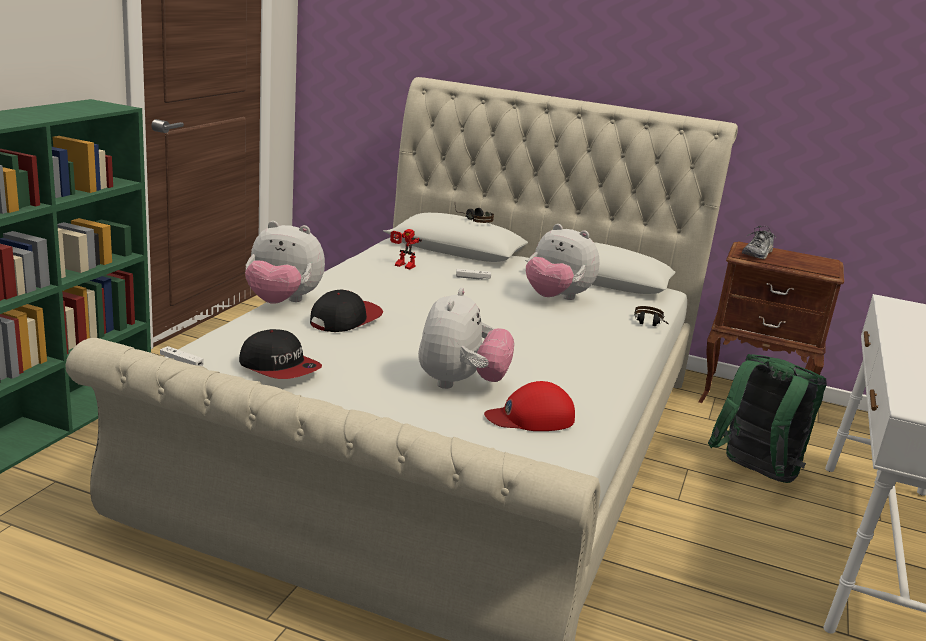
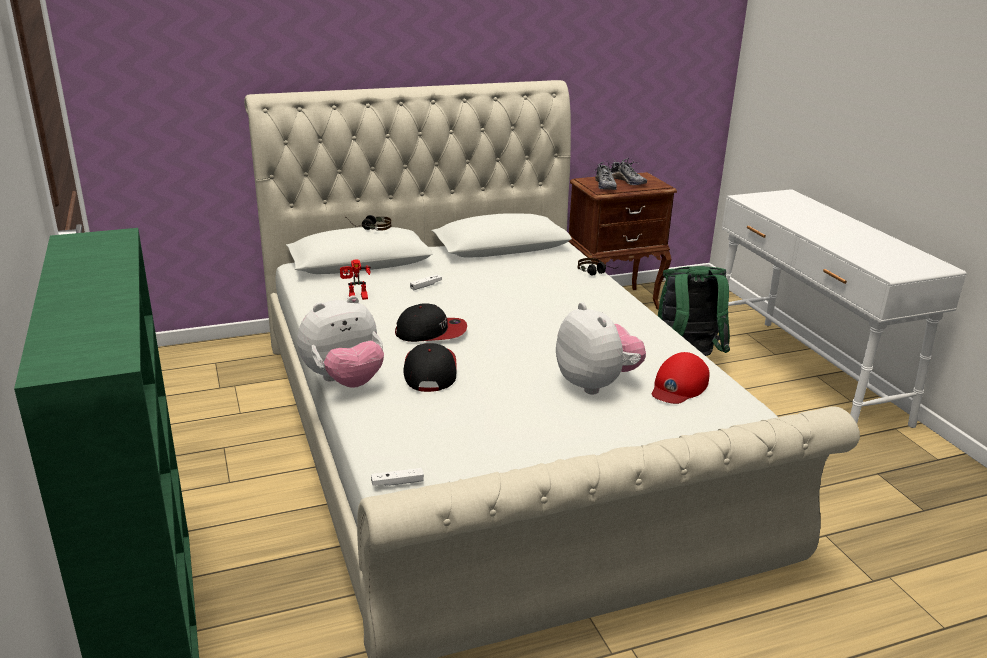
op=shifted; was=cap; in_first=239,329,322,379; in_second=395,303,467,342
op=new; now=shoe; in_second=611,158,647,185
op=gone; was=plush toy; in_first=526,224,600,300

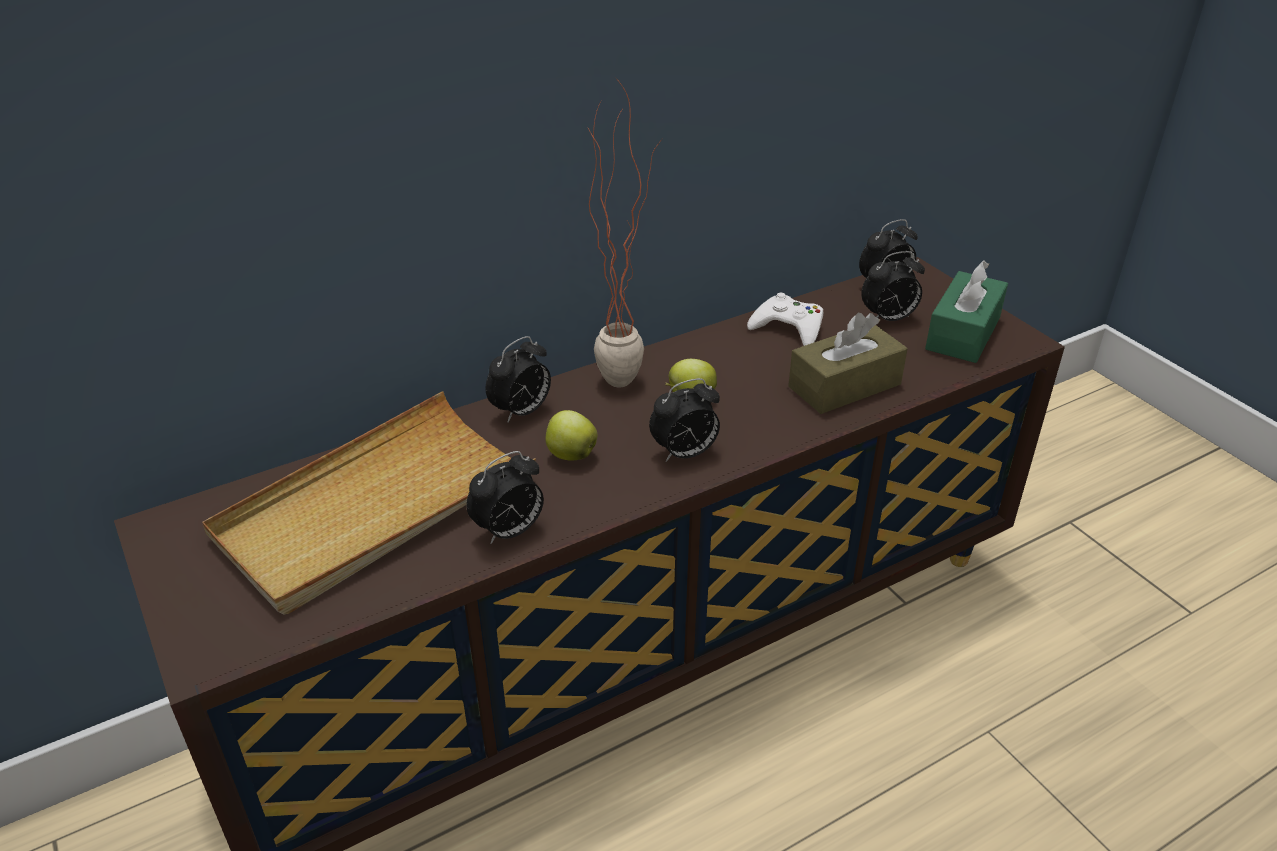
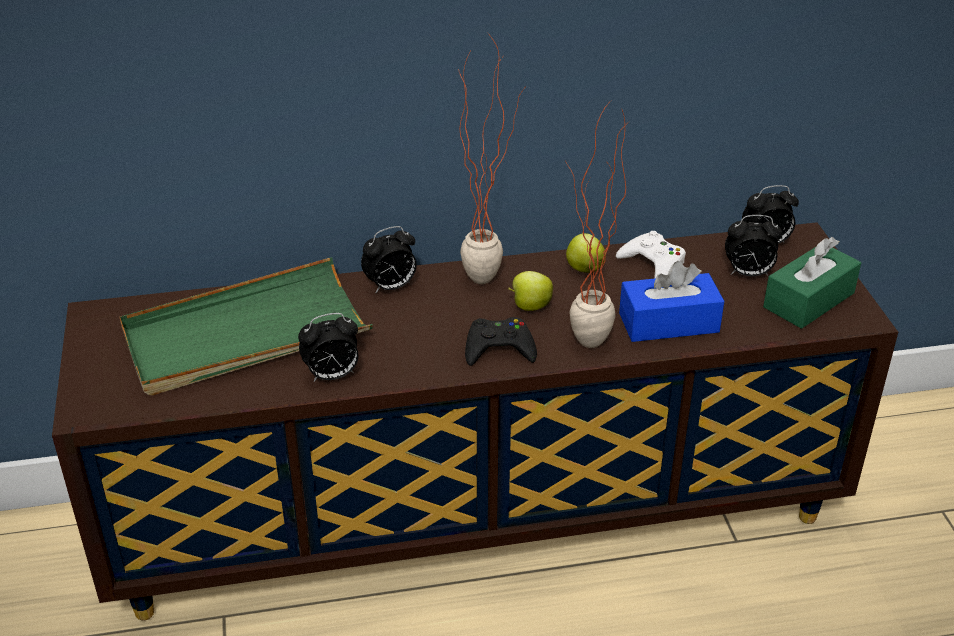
op=repainted; was=beige tray; now=green tray; in_first=202,391,536,614; in_second=119,257,373,395
op=swapped; was=alarm clock; now=black game controller; in_first=649,378,720,462; in_second=465,317,537,366
op=new; now=potted plant; in_second=565,101,630,348
op=shifted; was=apple; in_first=545,410,598,460; in_second=566,233,606,273
op=repainted; was=brown tissue box; now=blue tissue box; in_first=788,313,908,414; in_second=619,261,724,342

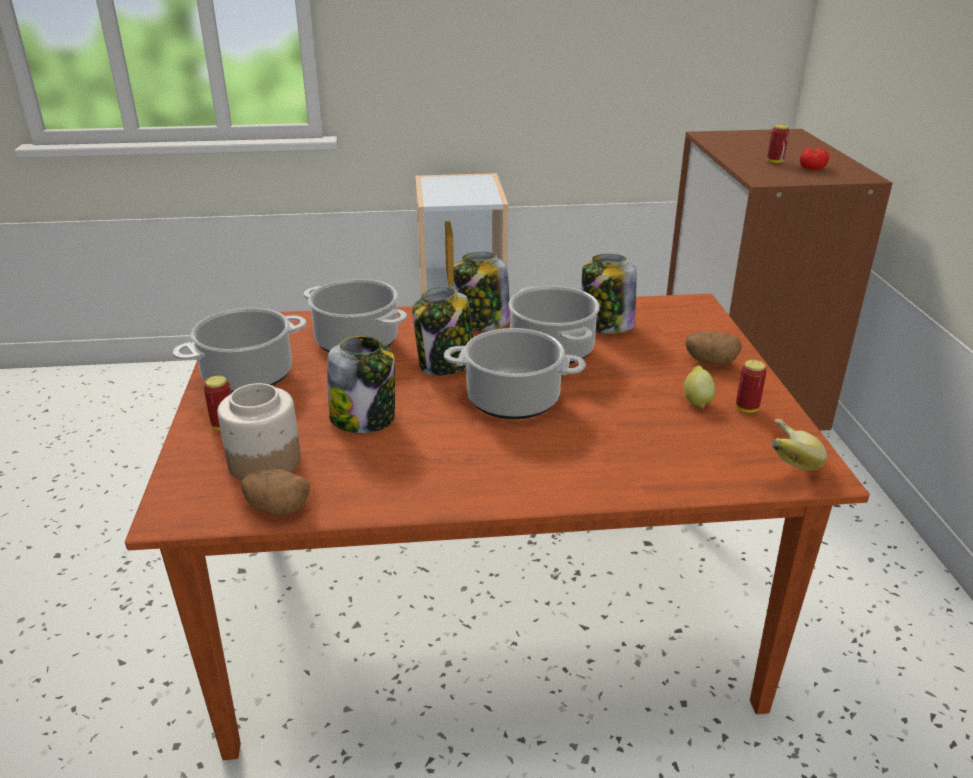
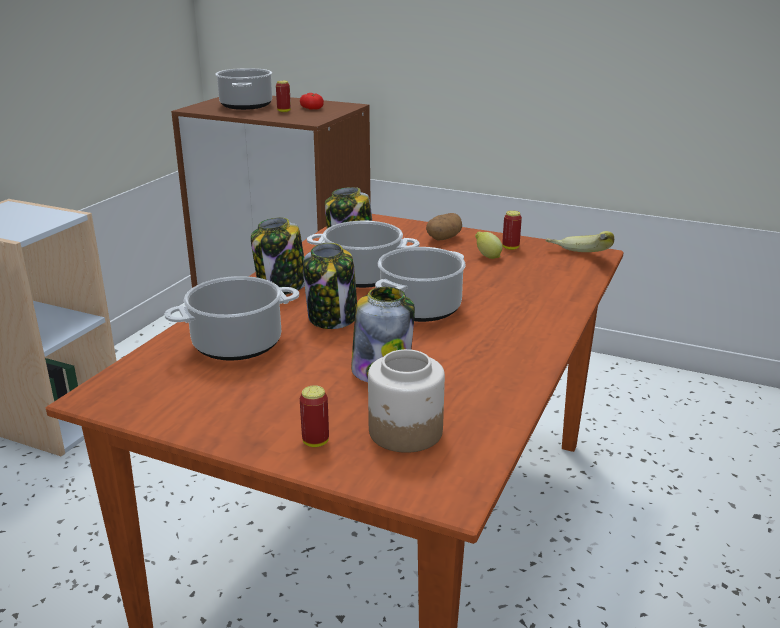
op=shifted; was=cooking pot; in_first=173,308,307,393; in_second=215,68,272,110
op=gone; was=potato; in_first=240,469,310,515

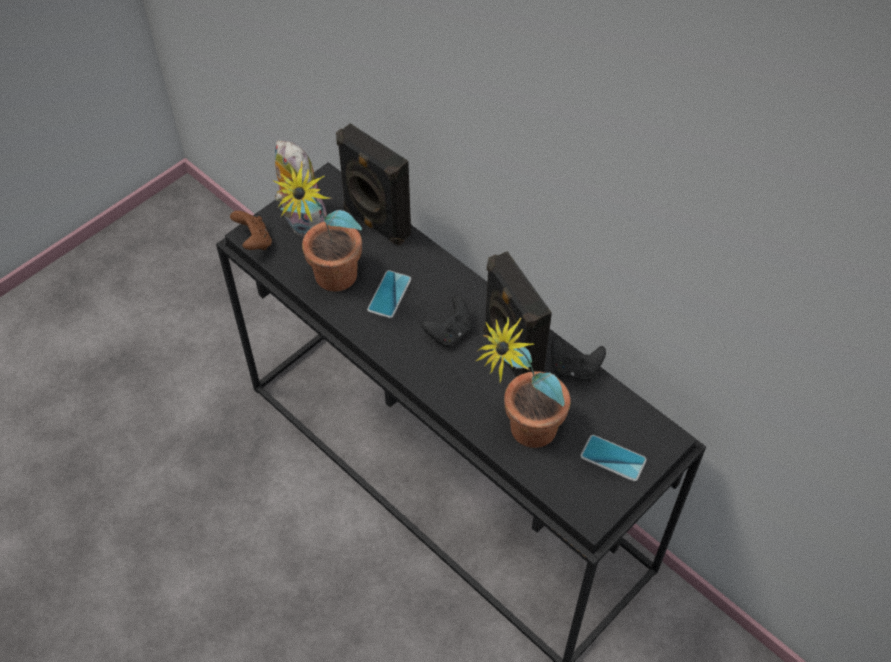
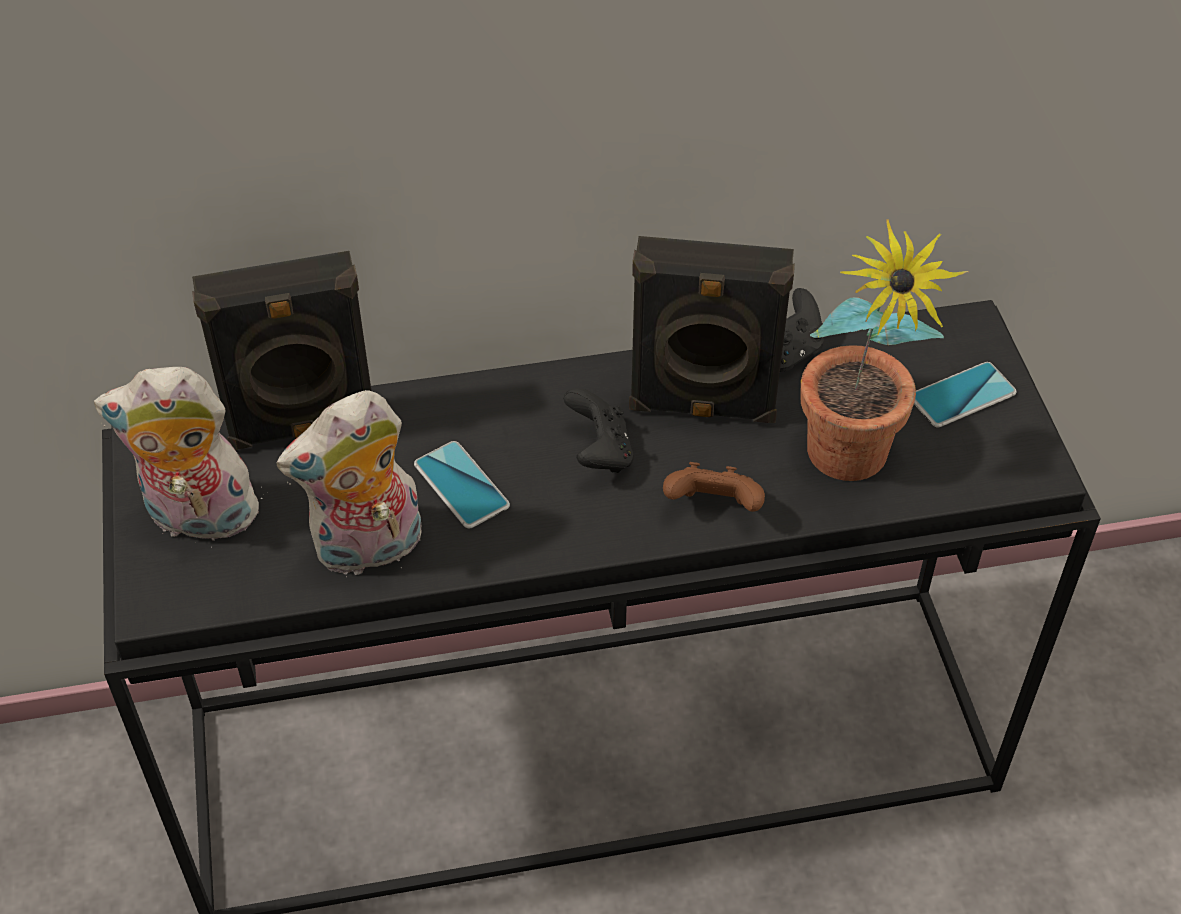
op=swapped; was=potted plant; now=plush toy; in_first=273,161,362,291; in_second=277,390,422,577
op=shifted; was=brown game controller; in_first=230,211,272,250; in_second=663,462,765,512

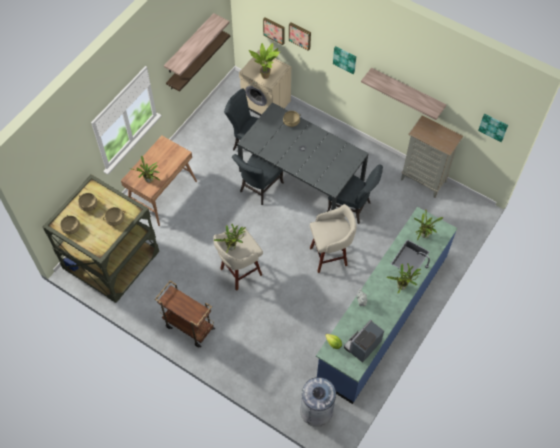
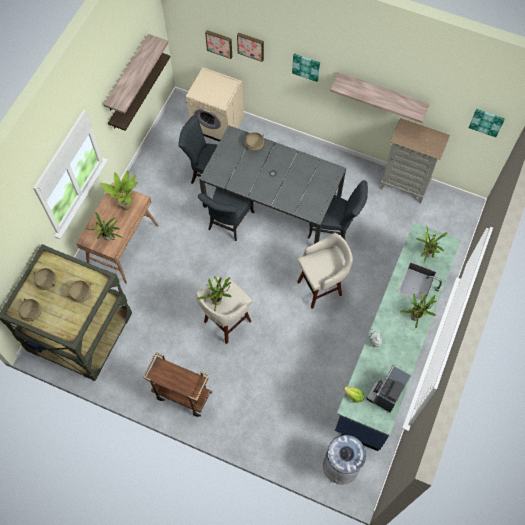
op=shifted; was=potted plant; in_first=249,43,280,79; in_second=100,170,138,210

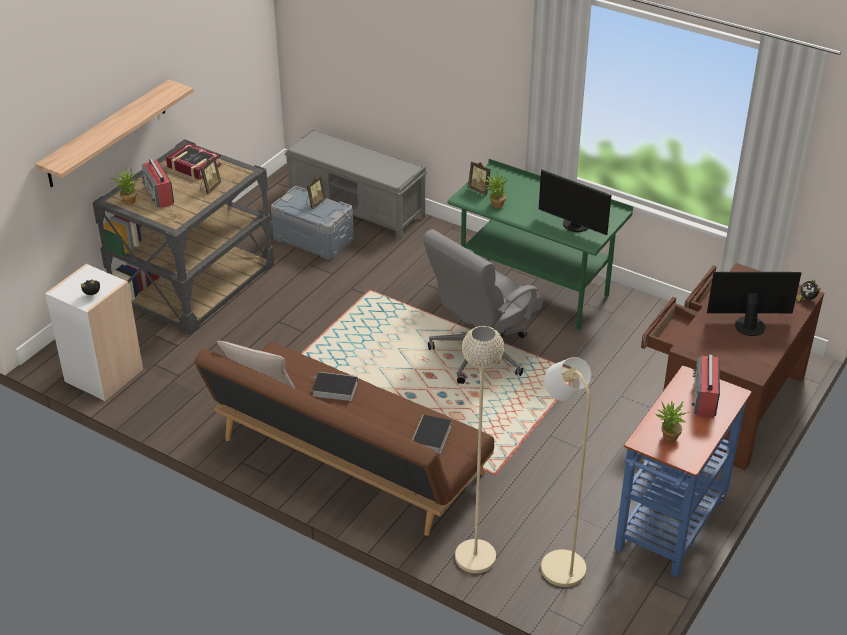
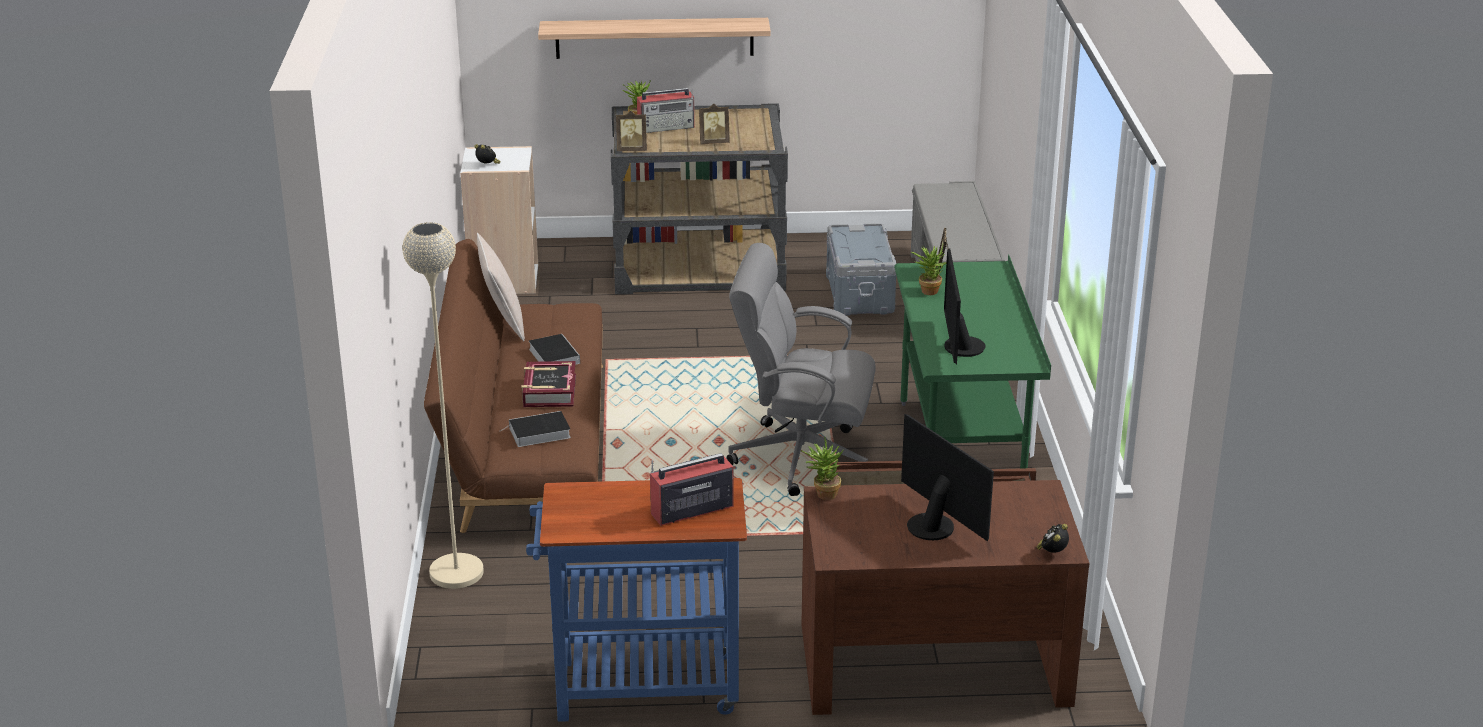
op=shifted; was=book; in_first=166,143,222,180; in_second=521,361,576,407
op=shifted; was=picture frame; in_first=306,175,326,209; in_second=616,111,647,151
op=rotated; was=radio; in_first=142,158,174,208; in_second=637,88,695,133; clockwise=-135
op=shifted; was=potted plant; in_first=655,401,690,442; in_second=801,436,844,500
op=gone; was=beige floor lamp; in_first=541,357,591,587

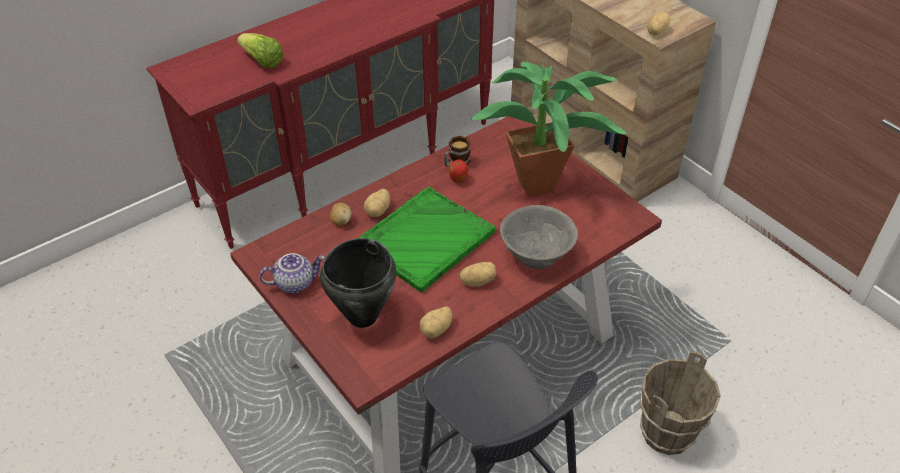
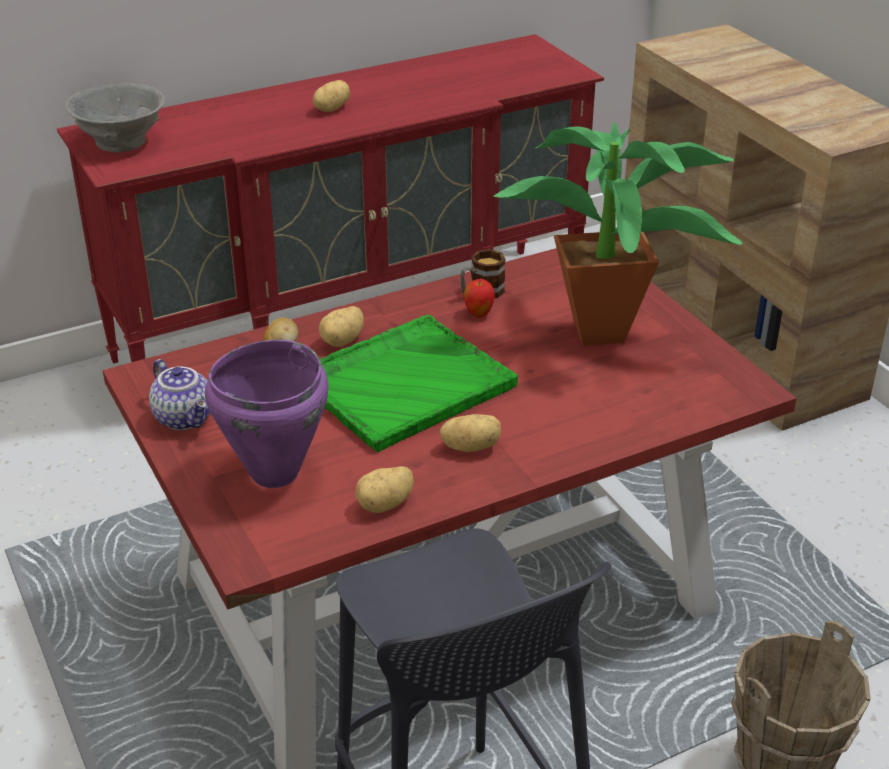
op=shifted; was=grey bowl; in_first=500,205,578,269; in_second=66,83,165,153
op=rotated; was=teapot; in_first=259,253,325,293; in_second=149,359,210,430; clockwise=60
op=repainted; was=black cooking pot; now=purple cooking pot; in_first=320,238,396,328; in_second=205,339,329,488
op=shifted; was=potato; in_first=647,11,670,35; in_second=312,80,350,112
op=gone; was=lettuce; in_first=237,33,284,69

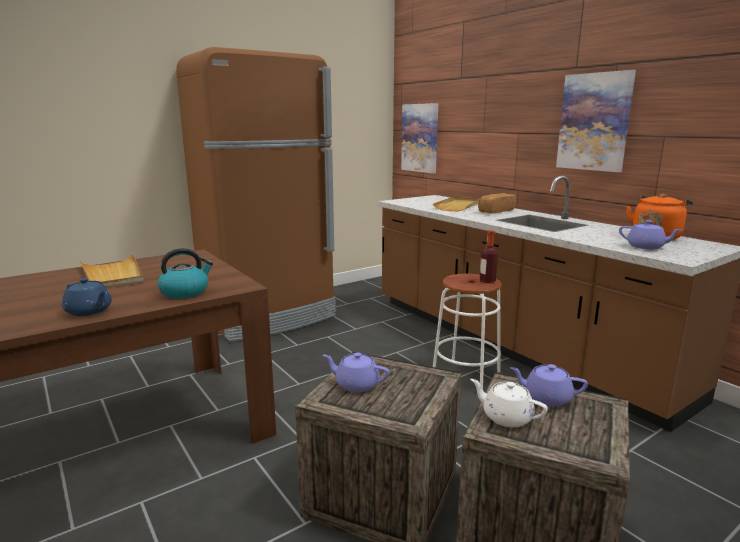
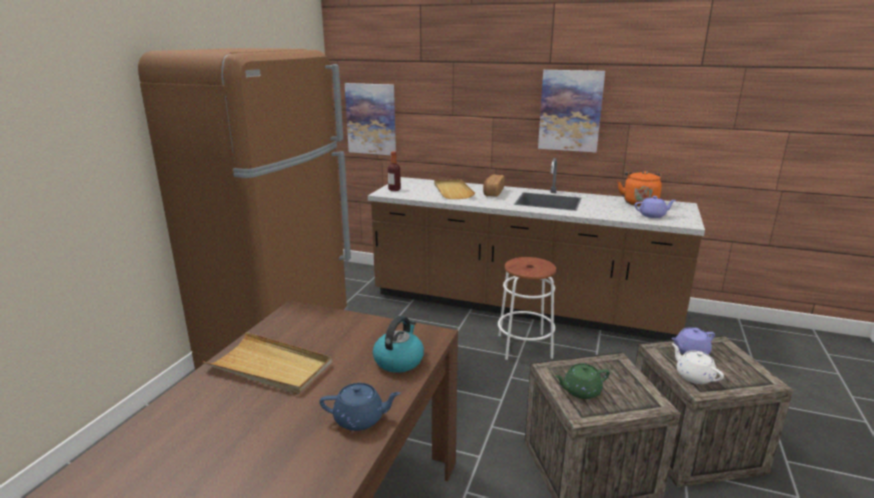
op=shifted; was=bottle; in_first=480,230,498,283; in_second=388,152,401,191
op=repainted; was=purple teapot; now=green teapot; in_first=323,352,389,392; in_second=554,364,610,399
op=rotated; was=white teapot; in_first=470,379,548,427; in_second=672,343,724,384; clockwise=60

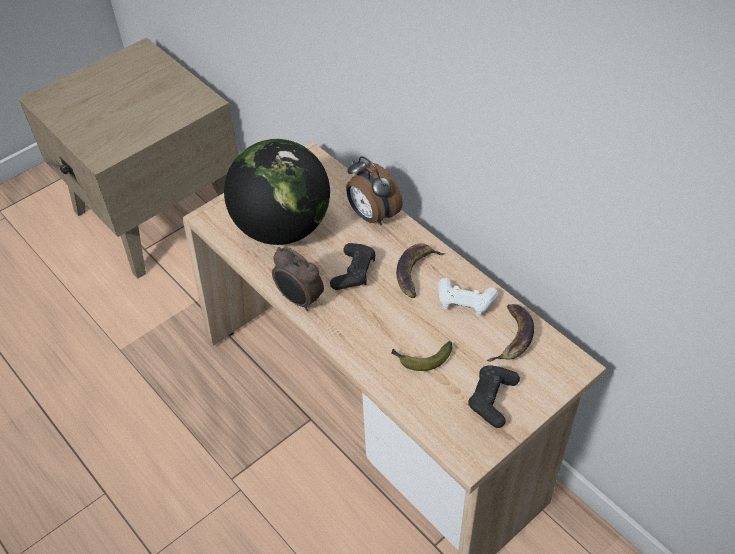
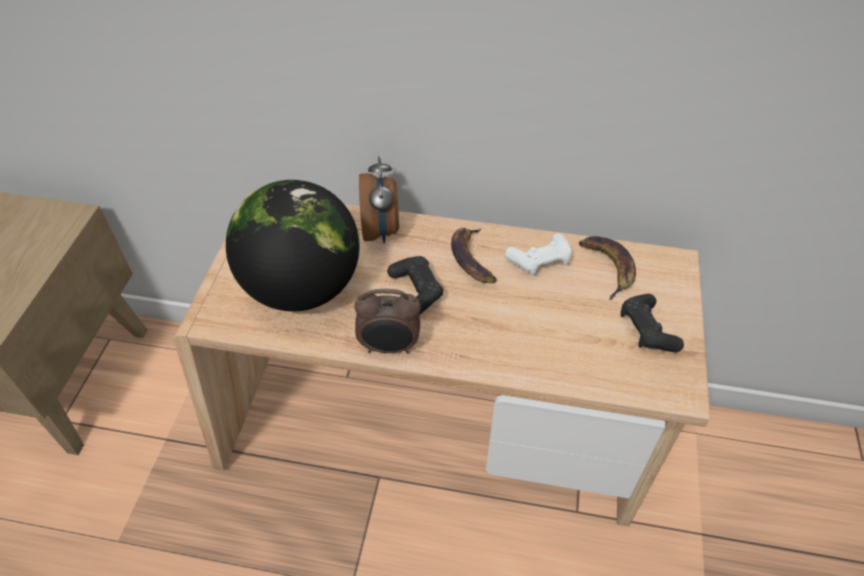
op=rotated; was=alarm clock; in_first=346,156,403,225; in_second=359,156,399,243; clockwise=-105
op=gone; was=banana; in_first=391,341,452,371

